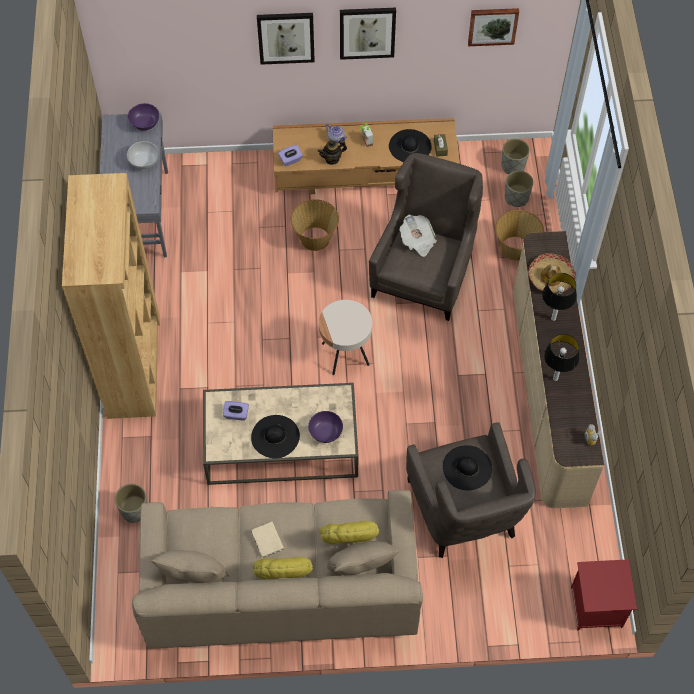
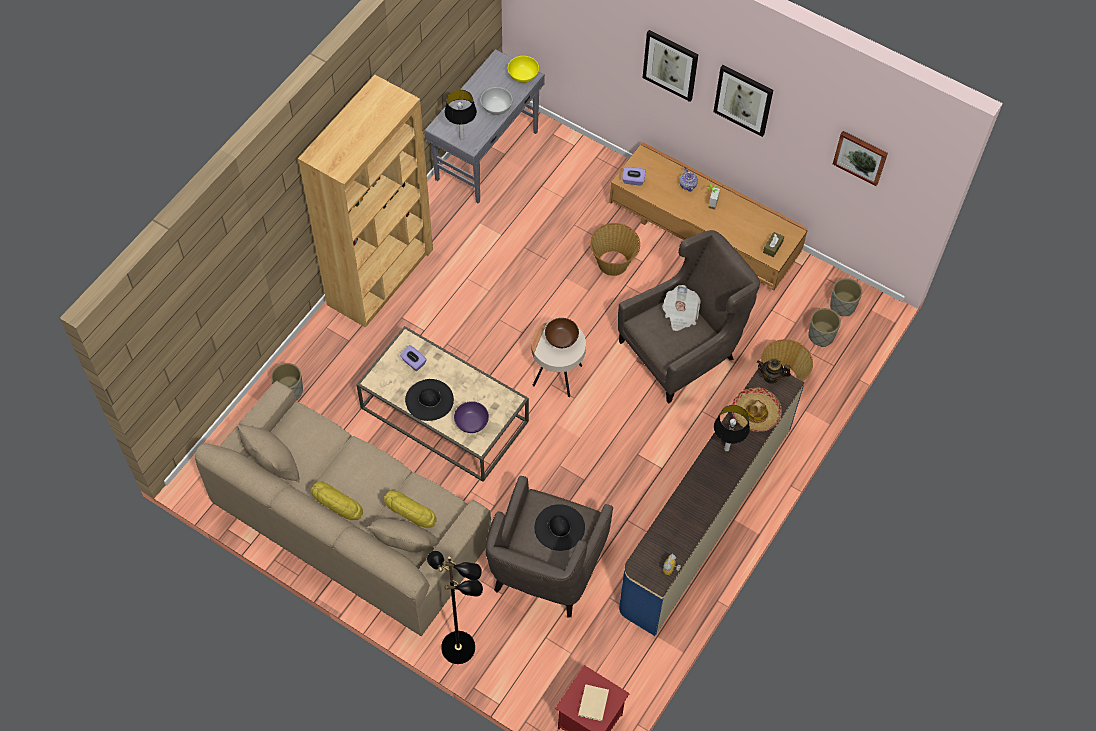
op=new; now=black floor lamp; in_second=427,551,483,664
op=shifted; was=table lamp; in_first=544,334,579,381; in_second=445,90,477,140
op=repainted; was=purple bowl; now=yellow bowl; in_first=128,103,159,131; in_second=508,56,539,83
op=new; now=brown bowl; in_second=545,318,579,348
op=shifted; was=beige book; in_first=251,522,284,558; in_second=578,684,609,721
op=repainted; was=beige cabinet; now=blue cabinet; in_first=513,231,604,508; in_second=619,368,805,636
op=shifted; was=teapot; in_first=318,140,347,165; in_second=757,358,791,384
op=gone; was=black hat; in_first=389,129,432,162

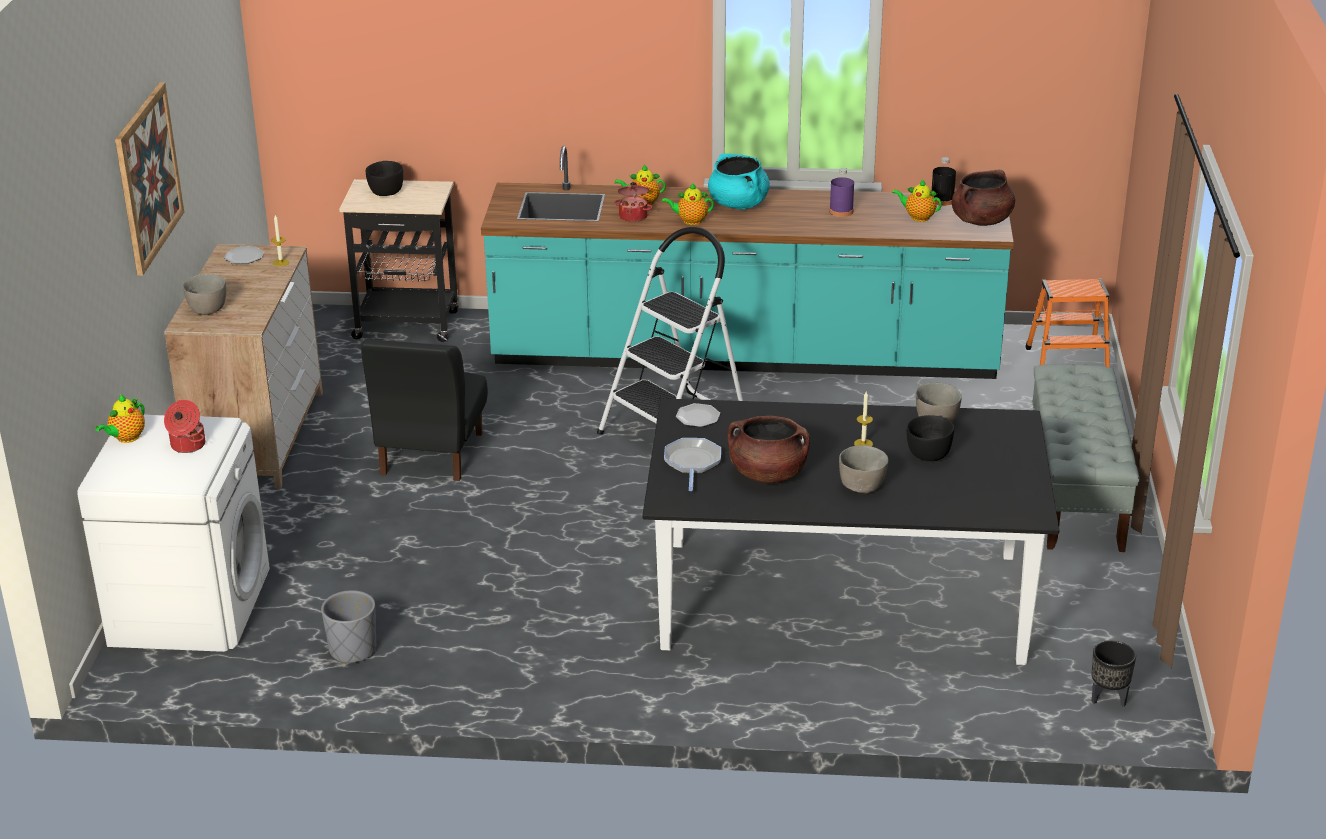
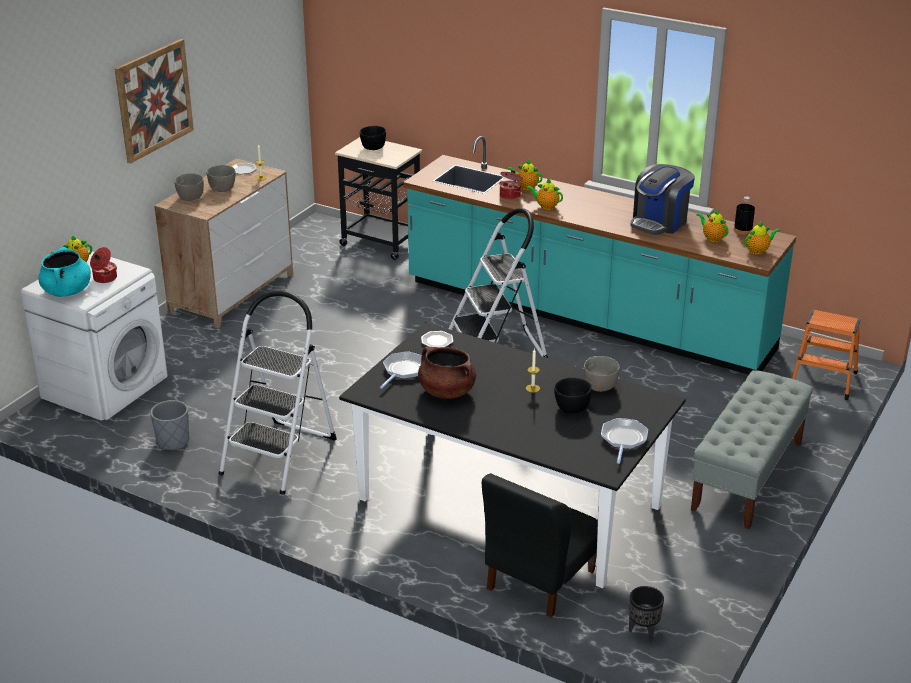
op=shifted; was=turquoise cooking pot; in_first=708,154,770,210; in_second=38,247,91,297
op=shifted; was=grey bowl; in_first=839,445,889,493; in_second=206,165,235,192
op=new; now=step ladder; in_second=219,290,337,495
op=shifted; was=black chair; in_first=361,339,488,481; in_second=482,473,598,617
op=new; now=frying pan; in_second=601,418,648,464
op=swapped; was=purple bottle; now=coffee machine; in_first=829,168,854,217; in_second=630,164,695,235
op=swapped; was=brown cooking pot; now=teapot; in_first=952,170,1015,226; in_second=744,221,780,255

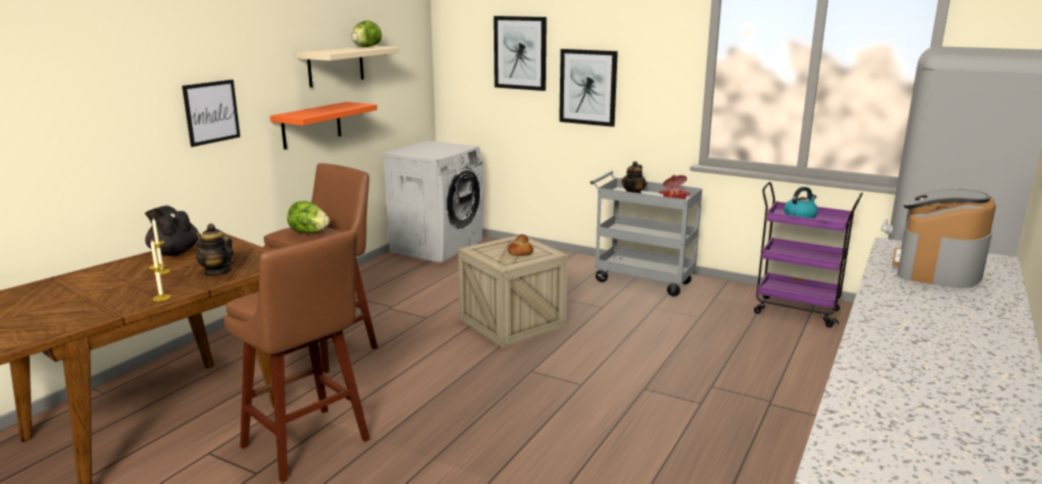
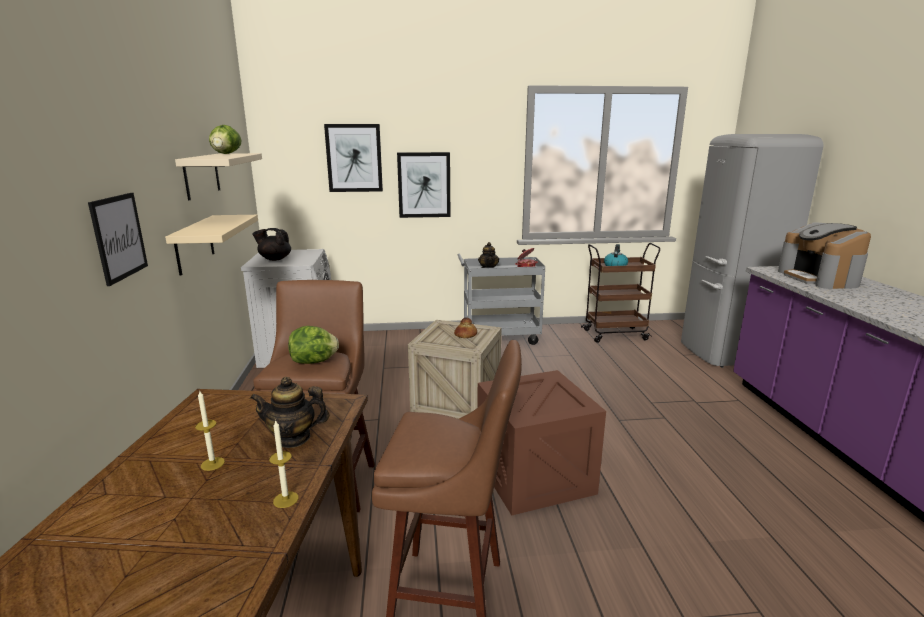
op=repainted; was=orange shelf; now=beige shelf; in_first=270,102,377,150; in_second=165,215,258,275
op=shifted; was=black teapot; in_first=145,205,198,256; in_second=252,228,291,261
op=new; now=crate; in_second=477,370,606,515
op=repainted; was=purple cart; now=brown cart; in_first=754,182,863,328; in_second=581,243,660,343

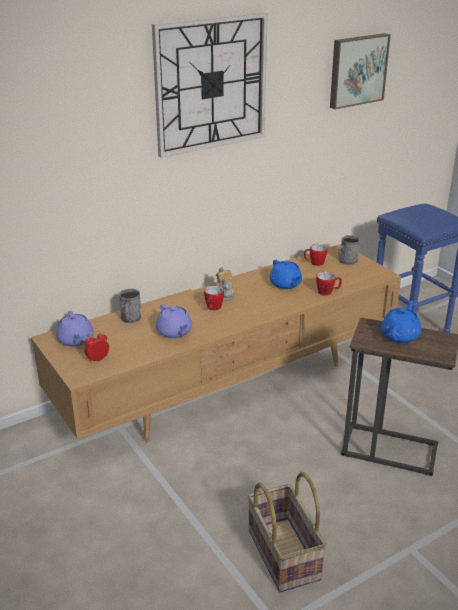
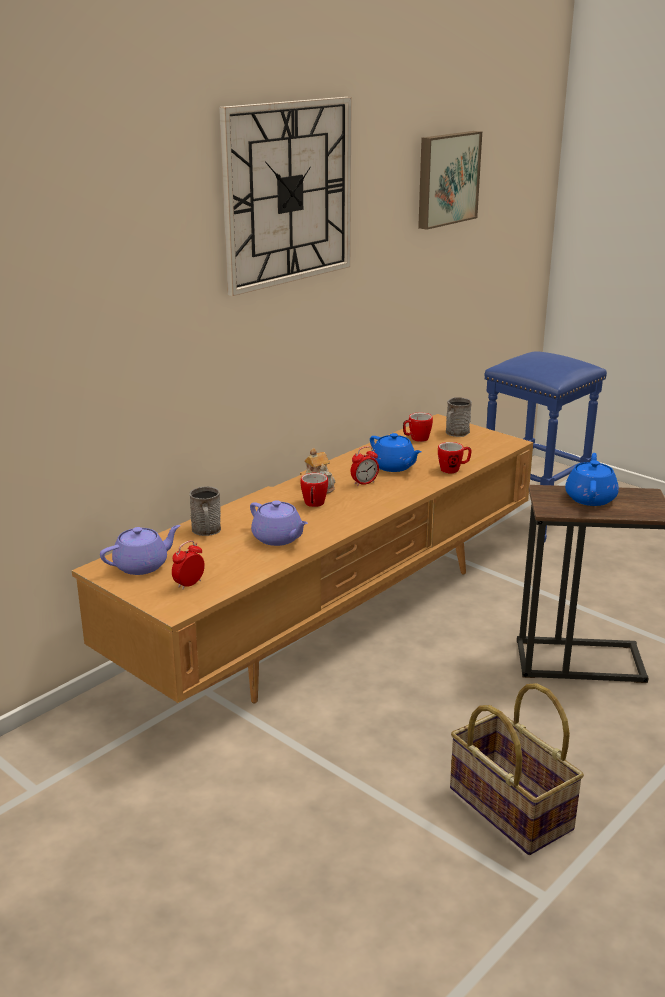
op=rotated; was=purple teapot; in_first=56,311,94,347; in_second=100,525,181,575; clockwise=-90
op=new; now=alarm clock; in_second=351,446,379,486

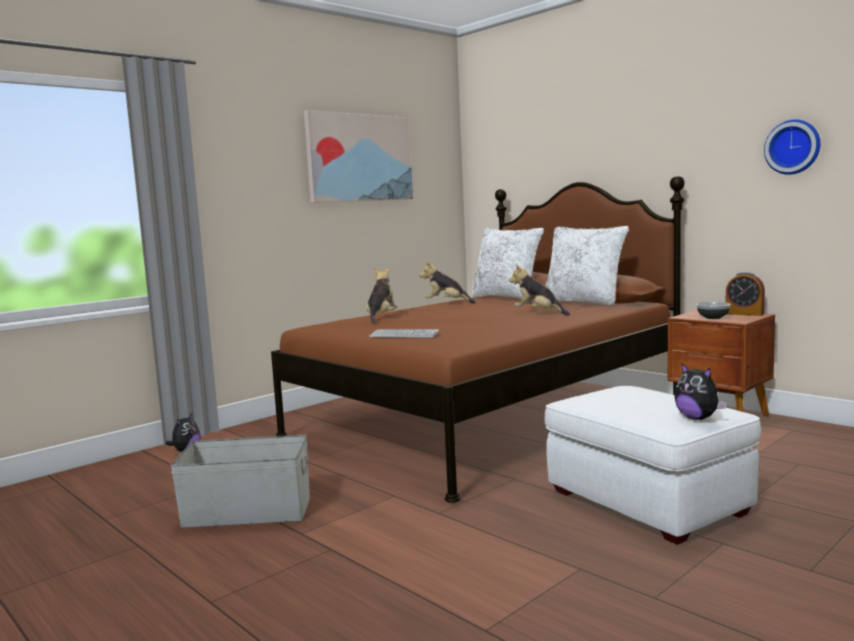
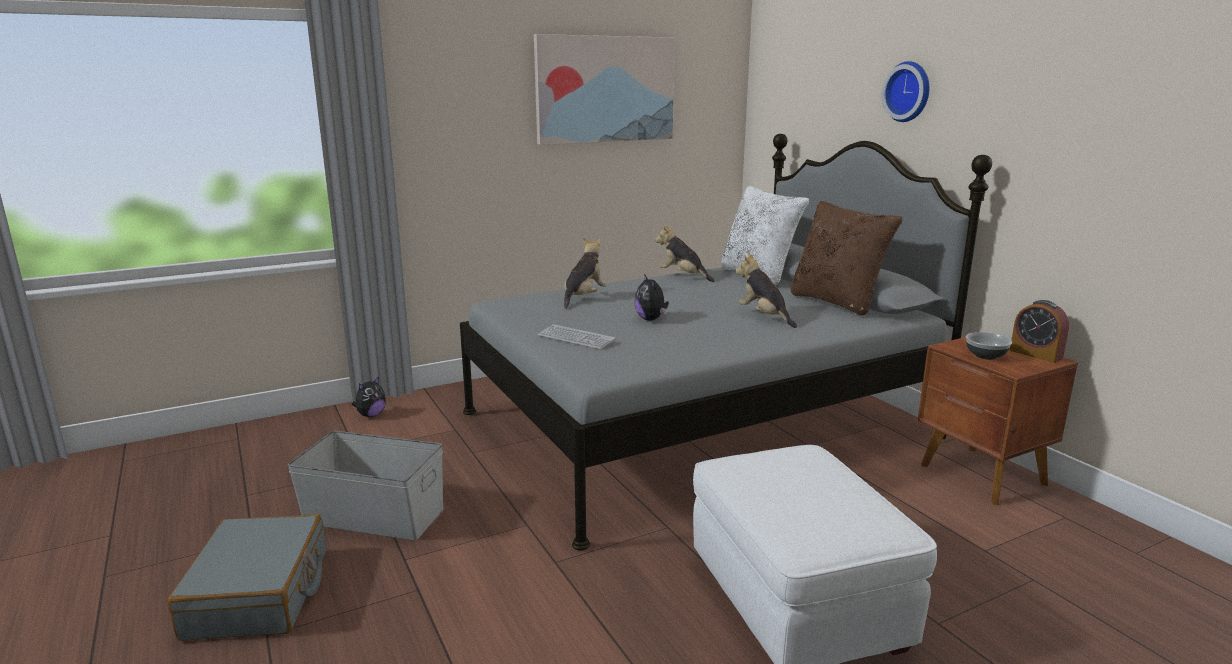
op=new; now=grey suitcase; in_second=167,514,326,641
op=repainted; was=brown bed; now=grey bed; in_first=271,176,685,503; in_second=460,134,992,551
op=shifted; was=plush toy; in_first=674,363,727,420; in_second=634,274,669,321
op=repainted; was=white pillow; now=brown pillow; in_first=546,226,629,305; in_second=791,201,903,316
op=shifted; was=wall clock; in_first=764,120,821,175; in_second=881,61,929,122

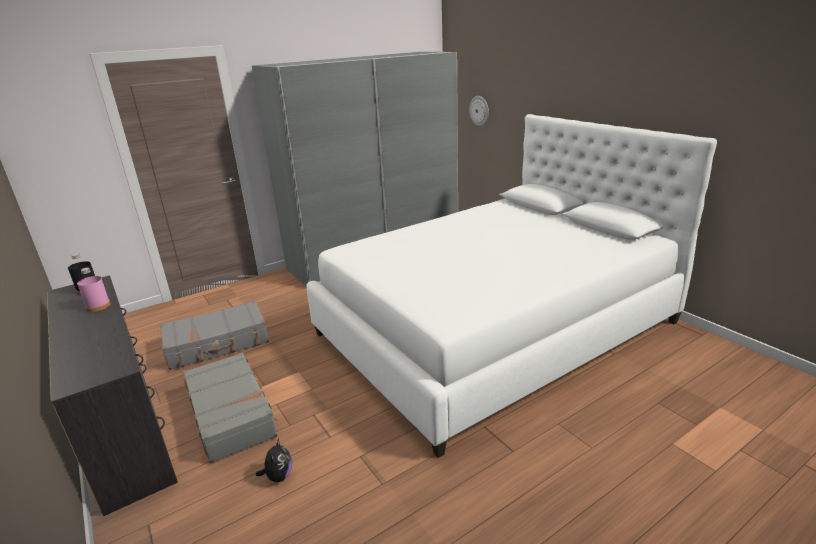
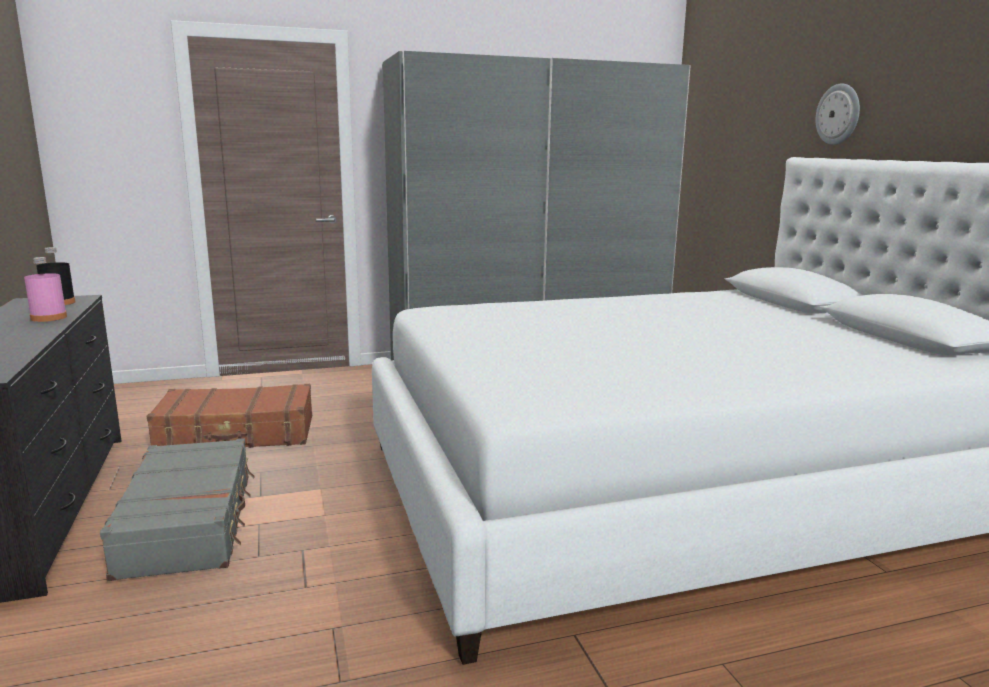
op=repainted; was=grey suitcase; now=brown suitcase; in_first=160,301,269,370; in_second=147,384,312,448
op=shifted; was=wall clock; in_first=469,96,489,126; in_second=816,83,860,145
op=gone; was=plush toy; in_first=256,439,292,482

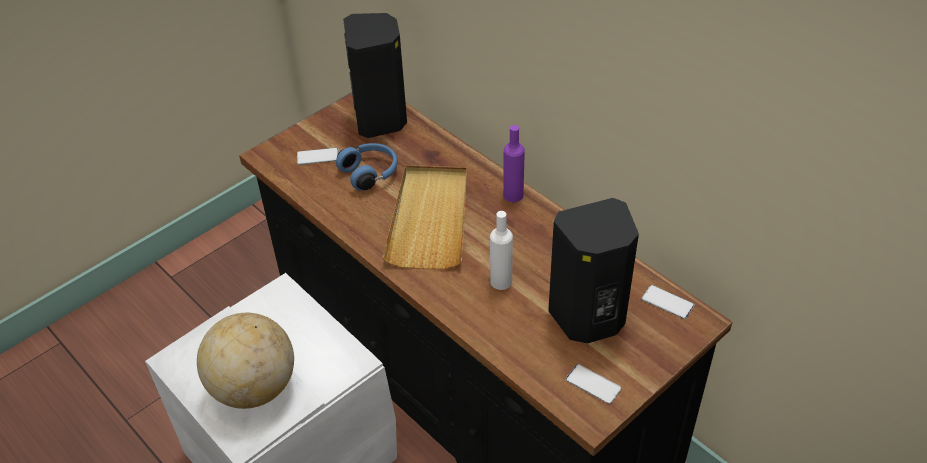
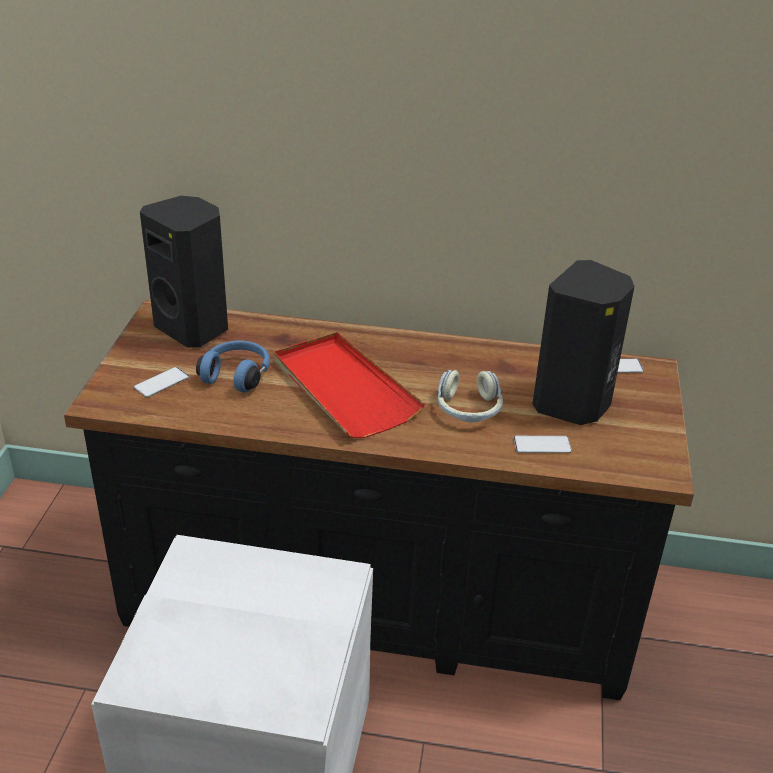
op=repainted; was=beige tray; now=red tray; in_first=382,165,467,269; in_second=274,332,425,438
op=swapped; was=white bottle; now=headphones; in_first=490,211,513,290; in_second=438,370,503,422
op=shifted; was=phone; in_first=566,364,622,404; in_second=513,436,572,453
op=gone; was=globe; in_first=197,313,294,409
op=gone; was=purple bottle; in_first=503,125,525,202

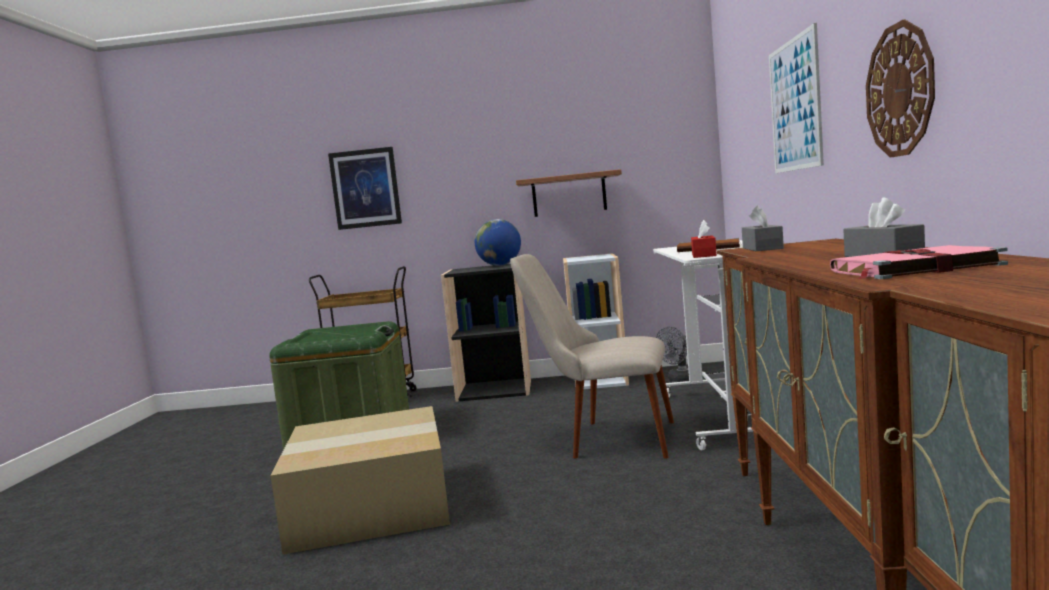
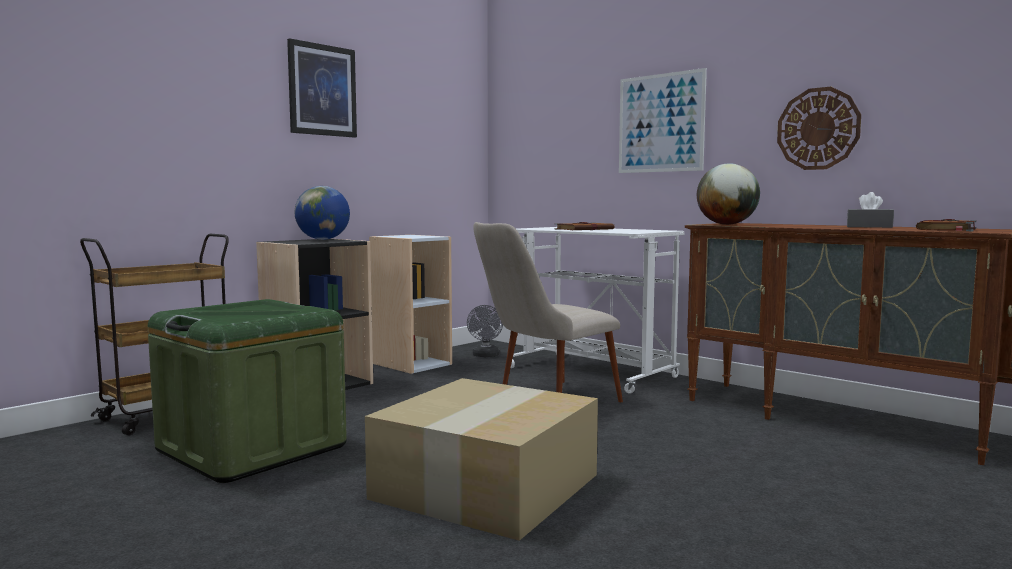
op=shifted; was=picture; in_first=328,147,402,230; in_second=287,38,357,138
op=swapped; was=grey tissue box; now=globe; in_first=742,206,784,251; in_second=697,163,760,225
op=repainted; was=pink book; now=brown book; in_first=830,245,1008,279; in_second=916,219,976,231
op=gone; was=shelf; in_first=516,169,622,217
op=gone; was=red tissue box; in_first=691,220,717,258

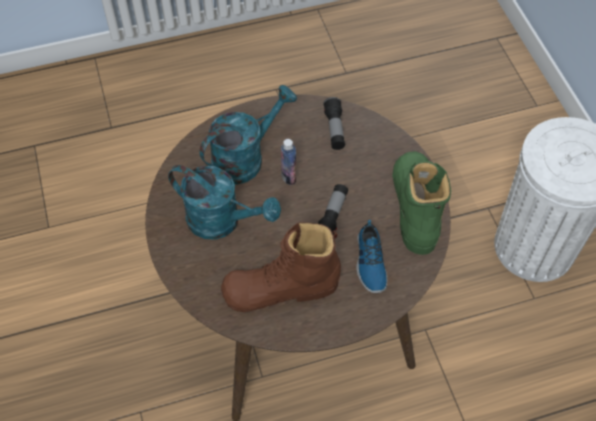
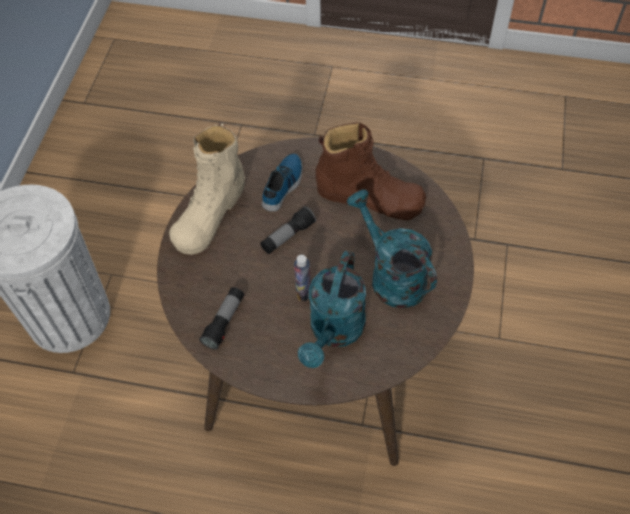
op=repainted; was=green boot; now=beige boot; in_first=392,151,451,255; in_second=169,123,245,255
op=rotated; was=turquoise watering can; in_first=199,85,297,185; in_second=298,251,366,368; clockwise=-60

